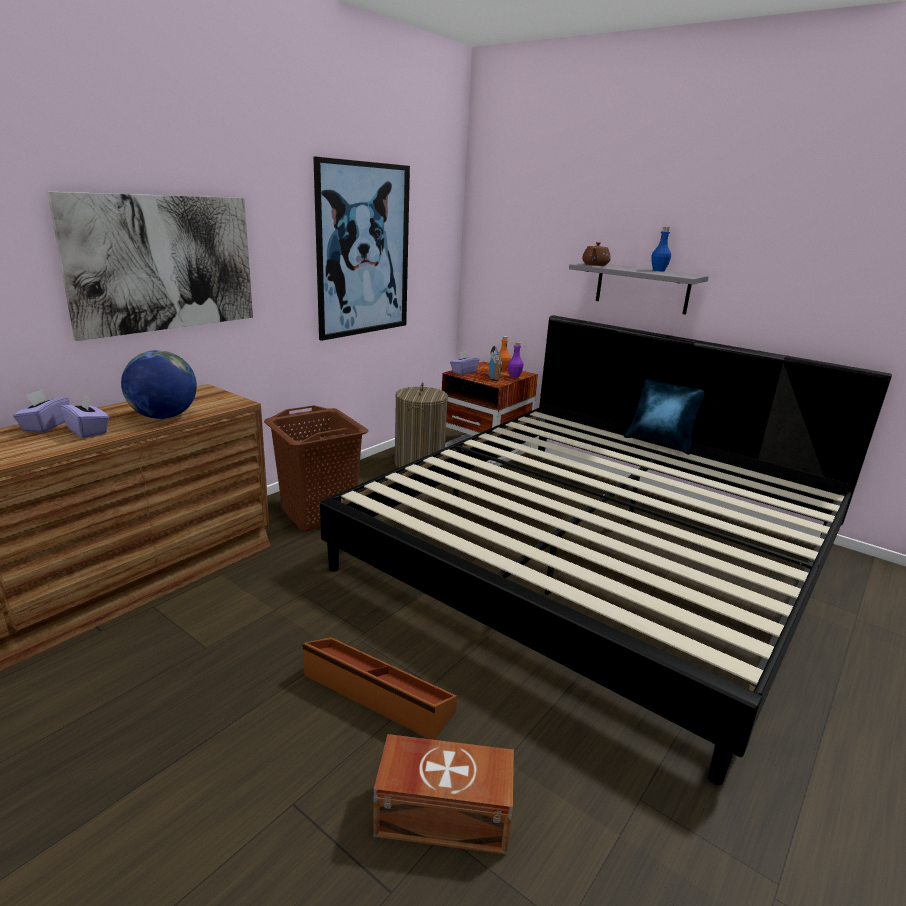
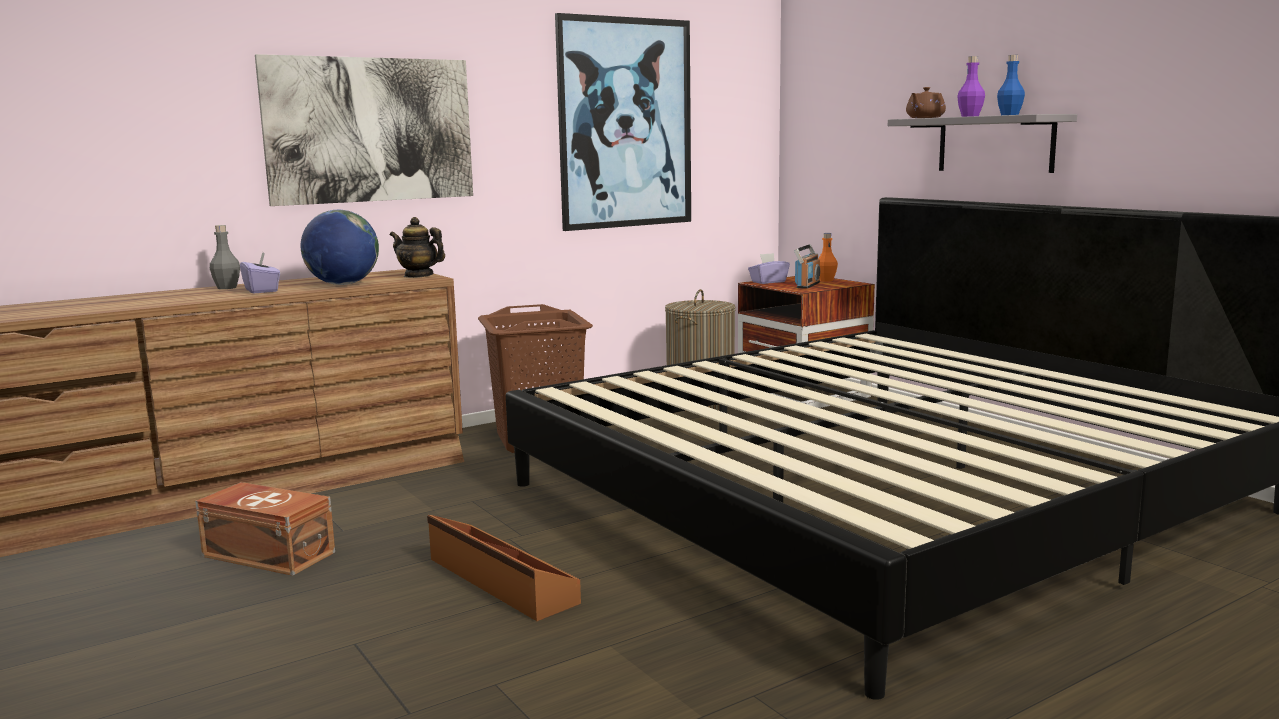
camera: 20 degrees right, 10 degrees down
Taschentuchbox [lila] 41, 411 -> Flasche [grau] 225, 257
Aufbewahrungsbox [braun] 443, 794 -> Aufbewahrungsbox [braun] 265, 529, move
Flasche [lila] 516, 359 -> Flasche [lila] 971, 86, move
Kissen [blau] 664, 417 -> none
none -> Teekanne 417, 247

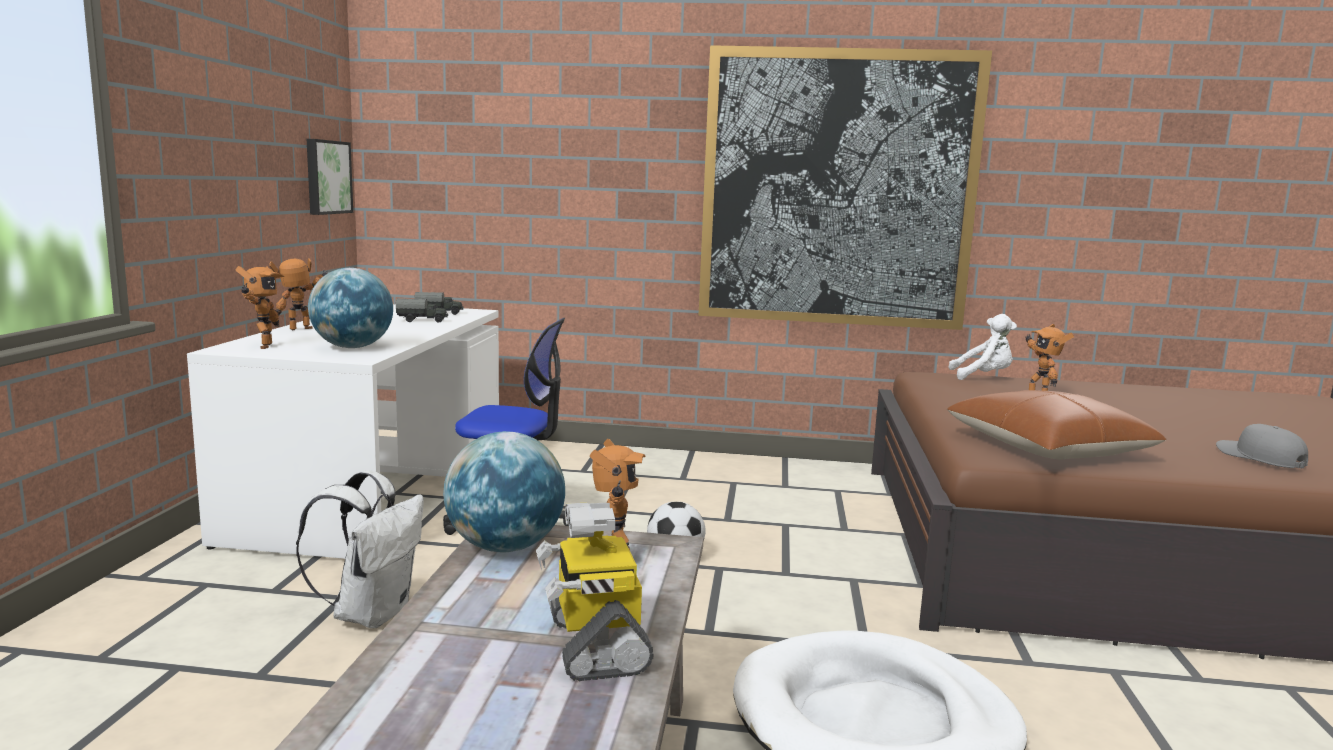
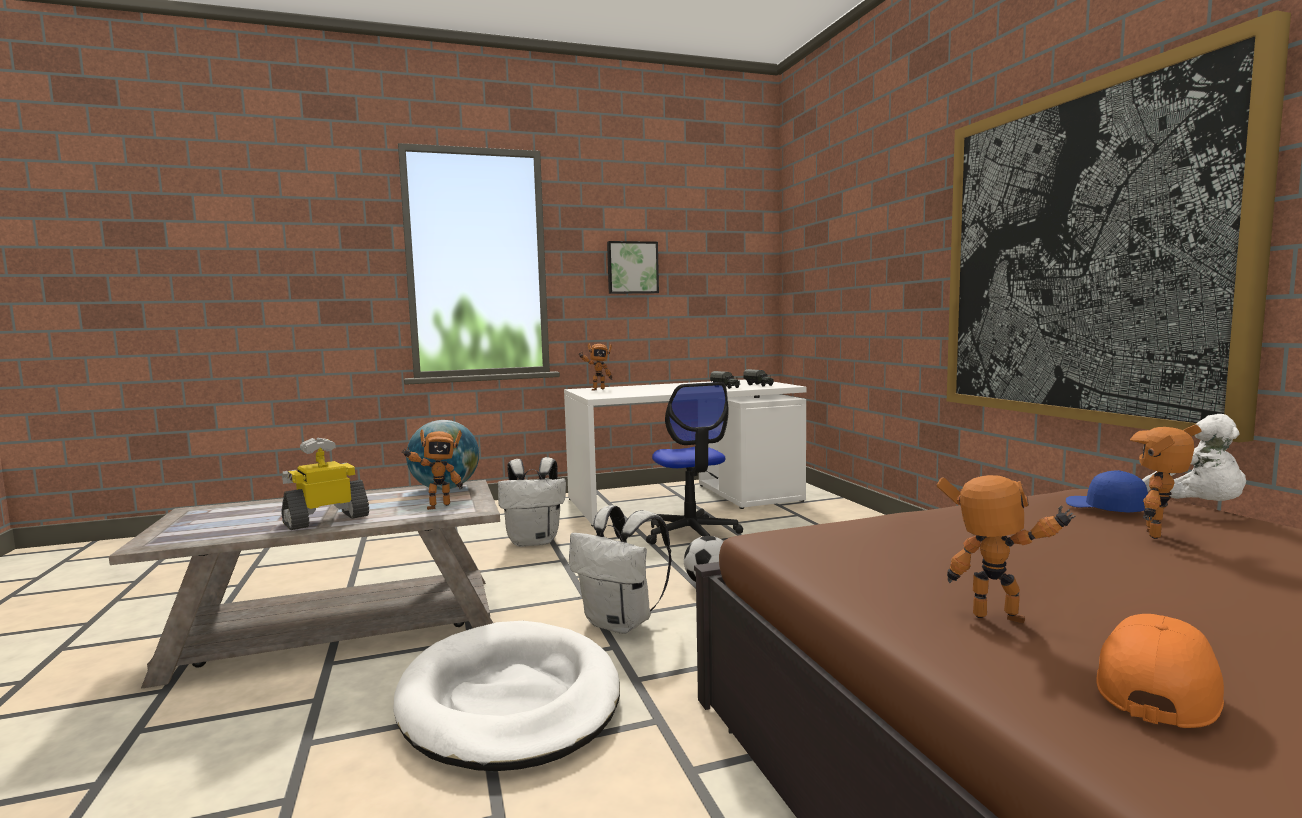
camera: 65 degrees right, 5 degrees down
Spielzeugroboter 299, 294 -> Spielzeugroboter 1006, 549, move
Bild 330, 177 -> Bild 633, 267, move
Globus 350, 308 -> none
Kissen [braun] 1056, 425 -> none
Kappe [grau] 1262, 446 -> Kappe [orange] 1160, 671
none -> Rucksack [weiß] 620, 569
none -> Kappe [blau] 1107, 491

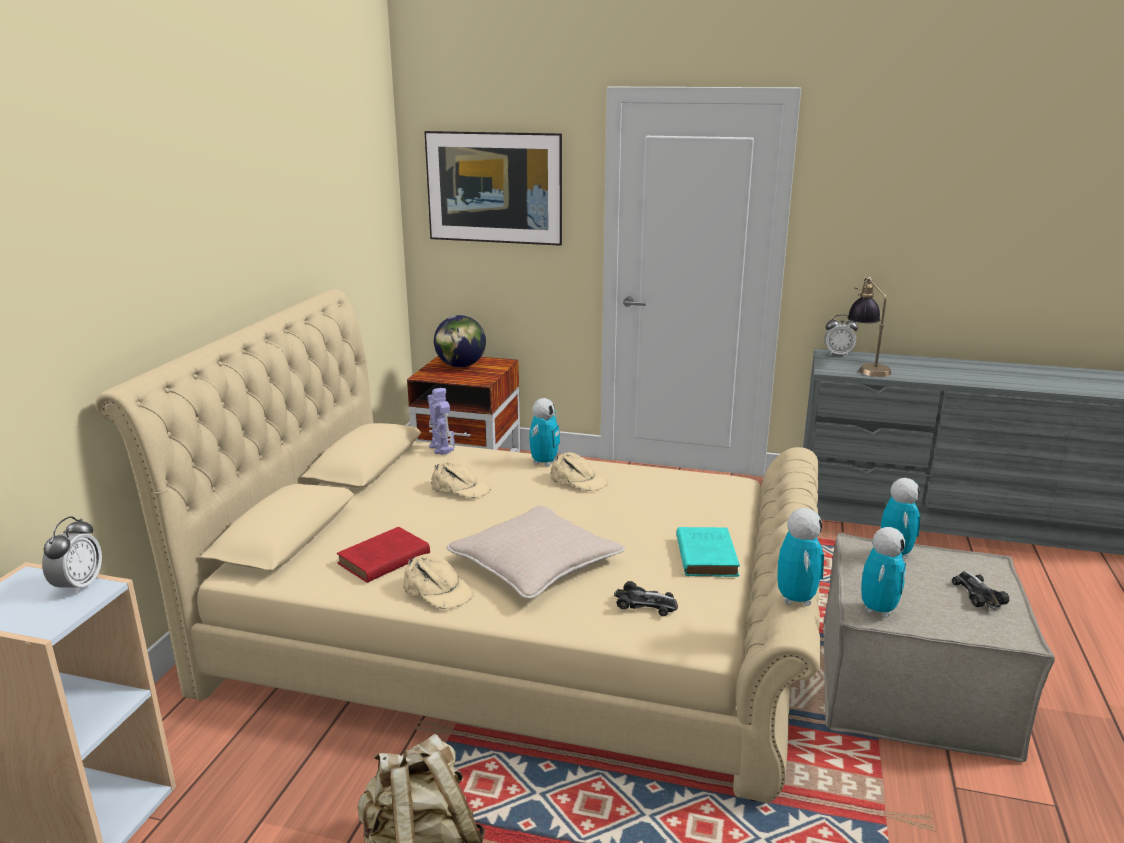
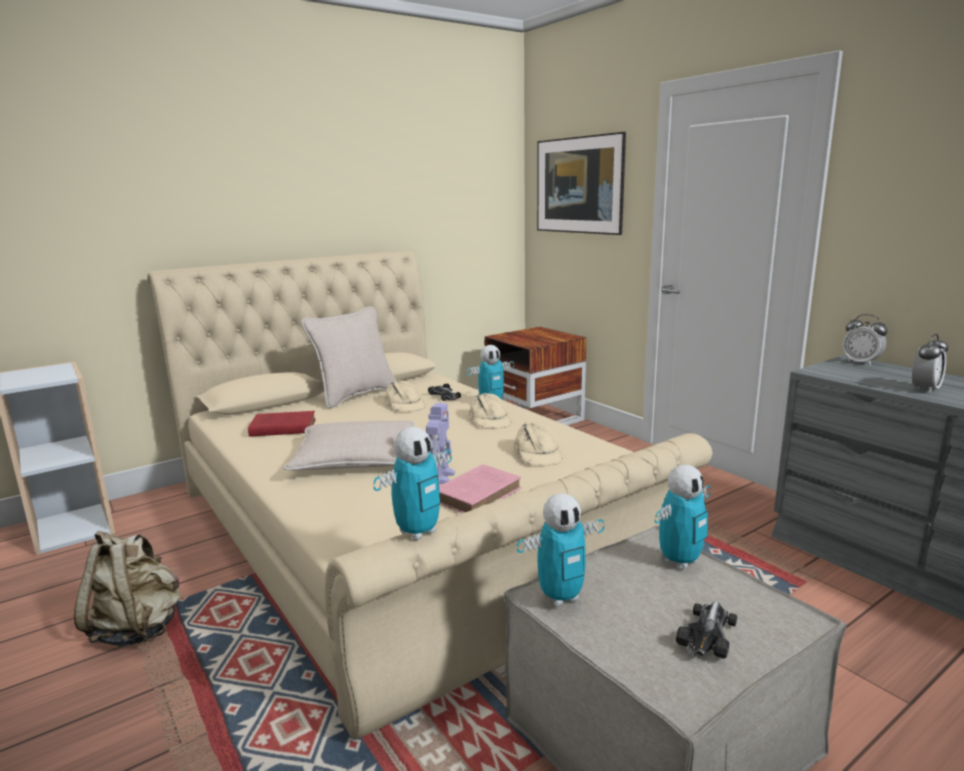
camera: 40 degrees right, 5 degrees down
Wecker 72, 555 -> Wecker 930, 363, move
Kappe [beige] 438, 581 -> Kappe [beige] 538, 444, move
Spielzeugroboter 441, 421 -> Spielzeugroboter 440, 443, move
Globus 460, 341 -> none
Spielzeugauto 646, 598 -> Spielzeugauto 444, 392, move
Buch [türkis] 708, 552 -> Buch [rosa] 480, 488
Tischlampe 869, 327 -> none
none -> Kissen [beige] 348, 357

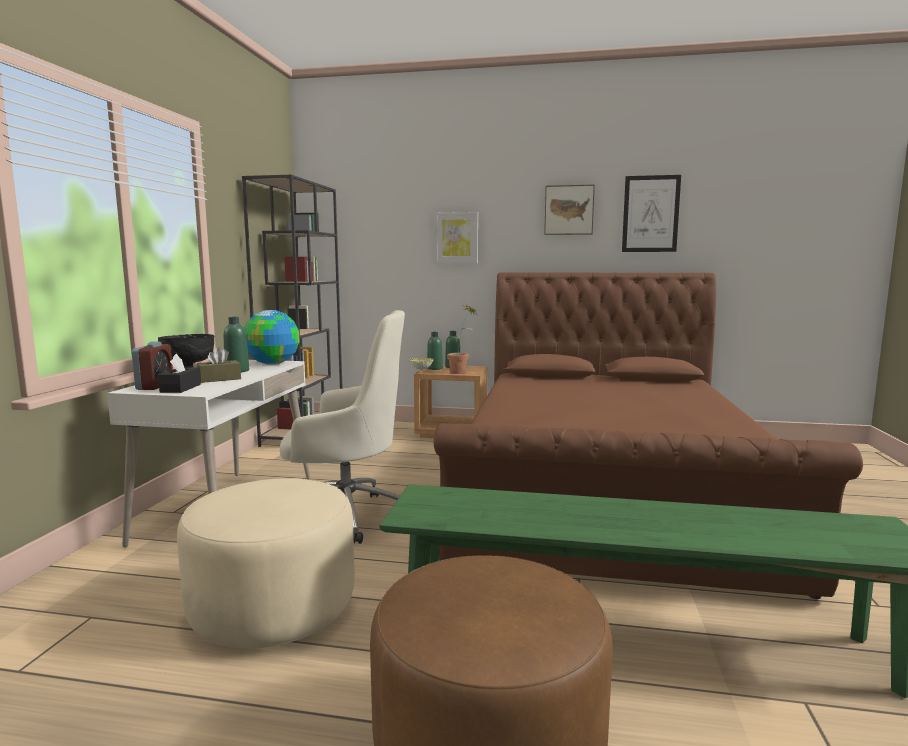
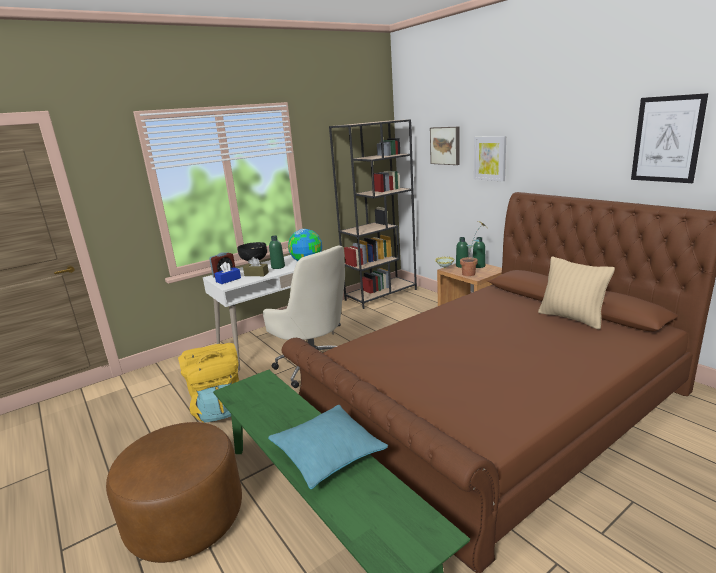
camera: 45 degrees right, 10 degrees up
Taschentuchbox [schwarz] 179, 373 -> Taschentuchbox [blau] 227, 273
Polsterhocker [beige] 266, 563 -> Rucksack [gelb] 209, 383
Bild 569, 209 -> Bild 445, 146, move
none -> Kissen [türkis] 328, 447
none -> Kissen [beige] 576, 293

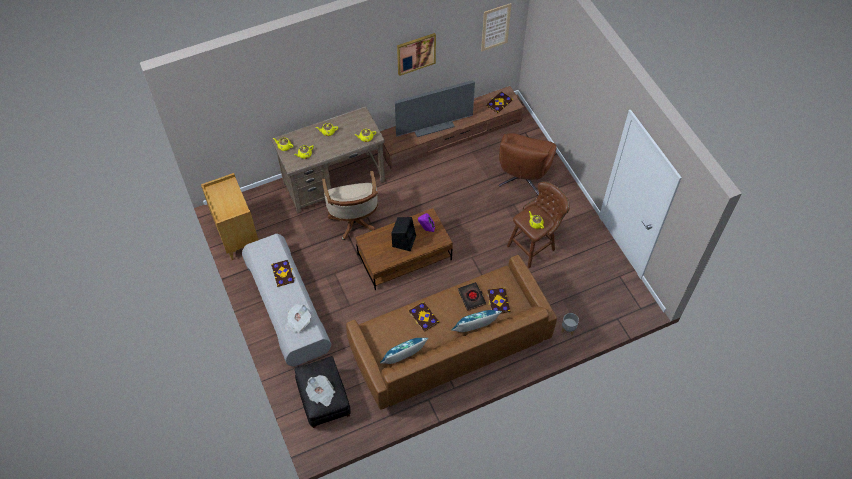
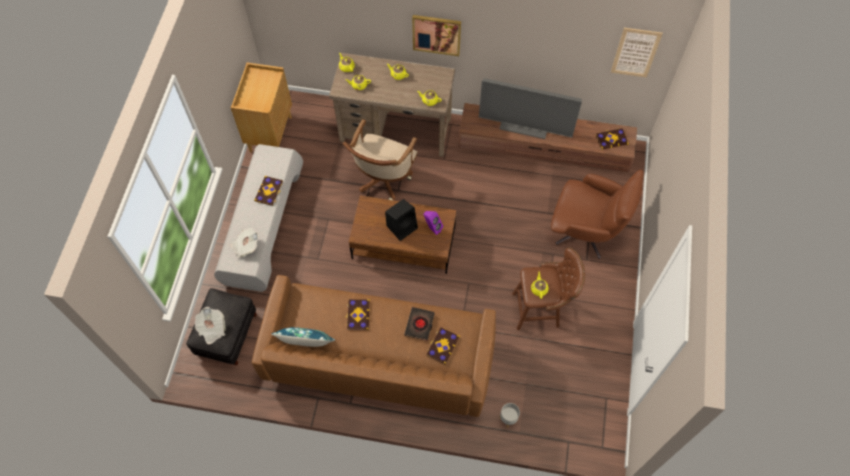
camera: 35 degrees right, 5 degrees up
Bild 416, 54 -> Bild 436, 35, move
Kissen [blau] 476, 321 -> none
Sessel [braun] 528, 164 -> Sessel [braun] 597, 214, 120 degrees counterclockwise

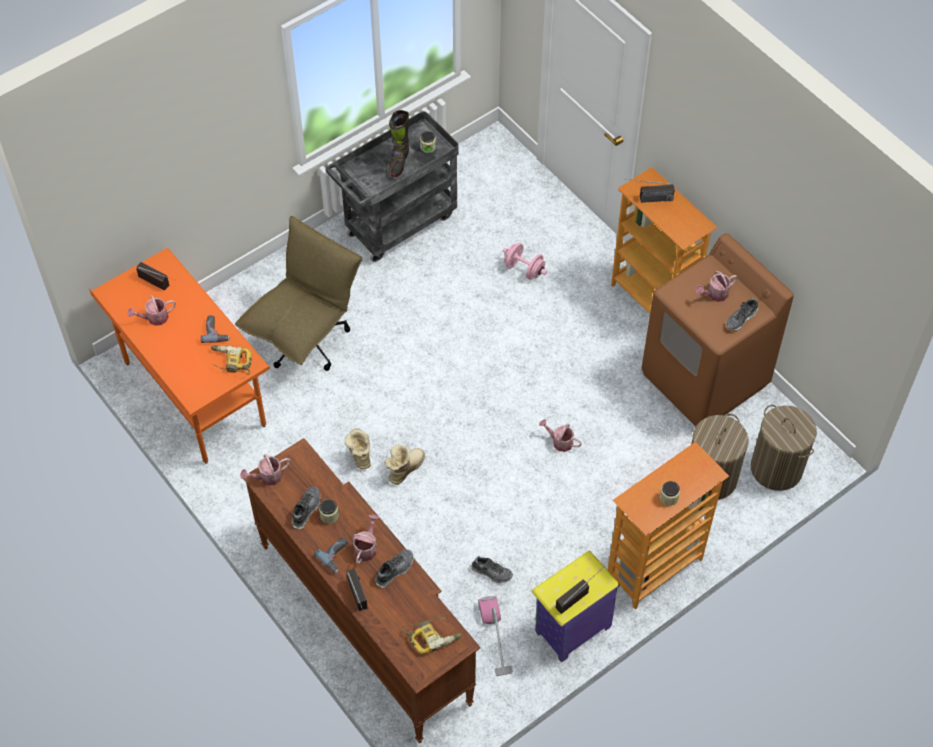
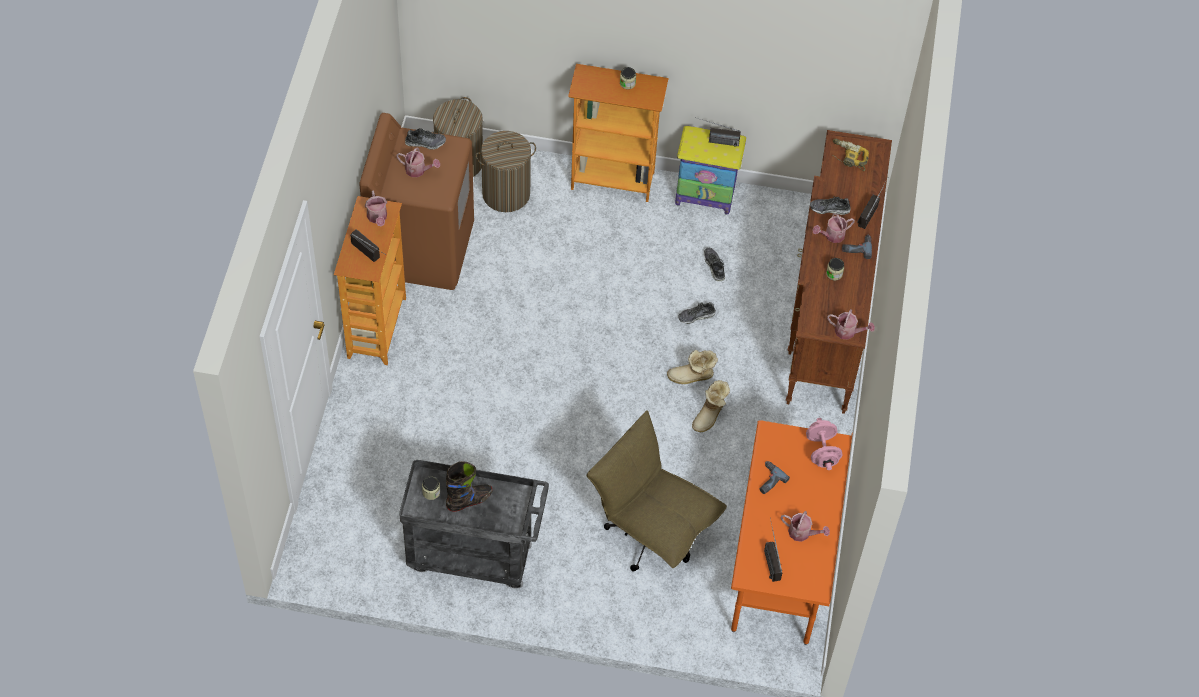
camera: 135 degrees left, 0 degrees up
Bohrmaschine 231, 360 -> none
Bürostuhl [beige] 298, 293 -> Bürostuhl [beige] 657, 491, 45 degrees clockwise
Schuh 306, 507 -> Schuh 697, 313, move
Staubsauger 495, 636 -> none
Hantel [rosa] 525, 261 -> Hantel [rosa] 824, 444, move
Gießkanne 560, 435 -> Gießkanne 376, 208, move

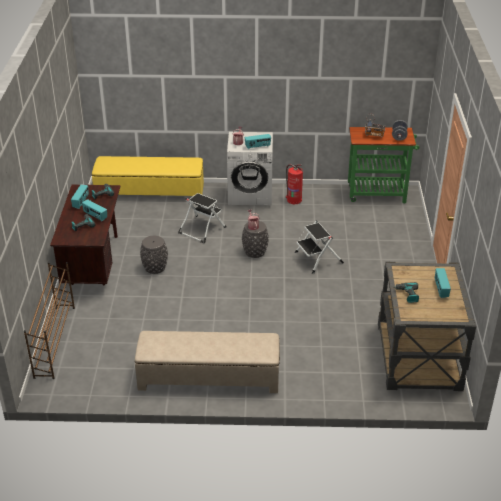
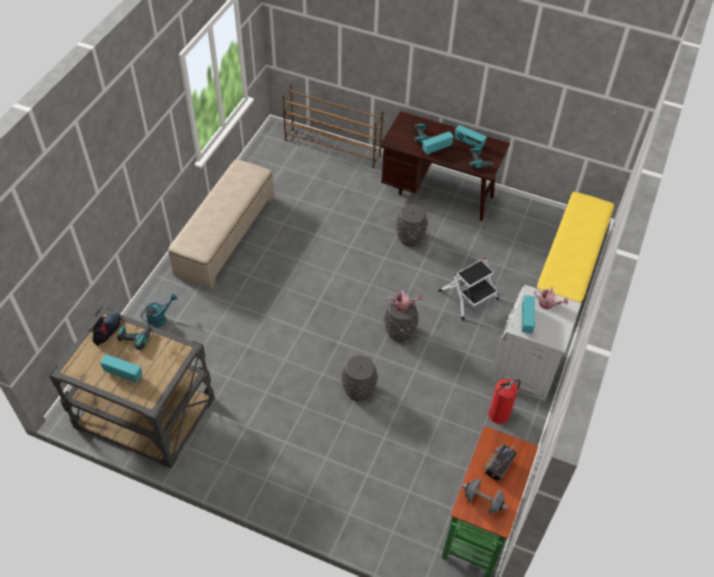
camera: 110 degrees right, 15 degrees up
Trittleiter 319, 247 -> Hocker [grau] 359, 378
none -> Stiefel 104, 329
none -> Gießkanne [türkis] 159, 311

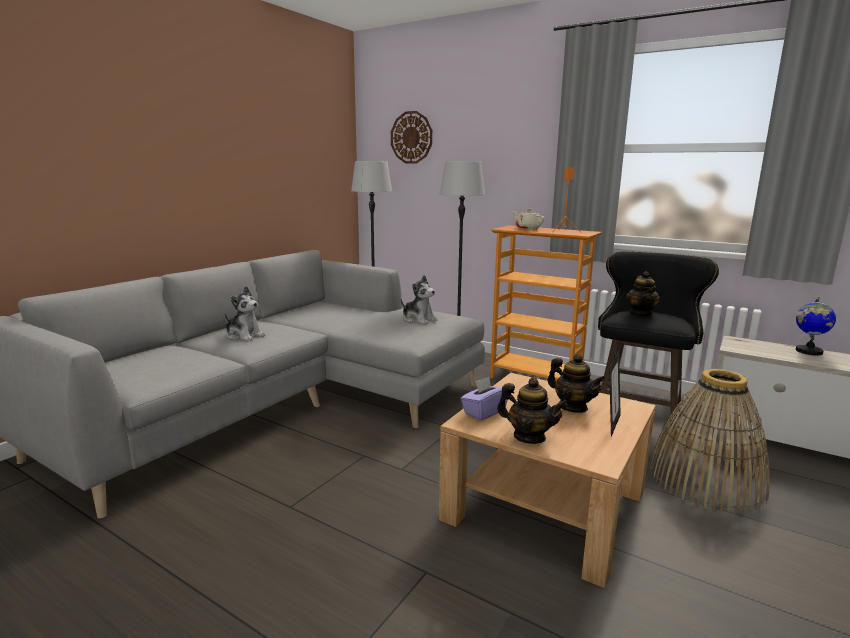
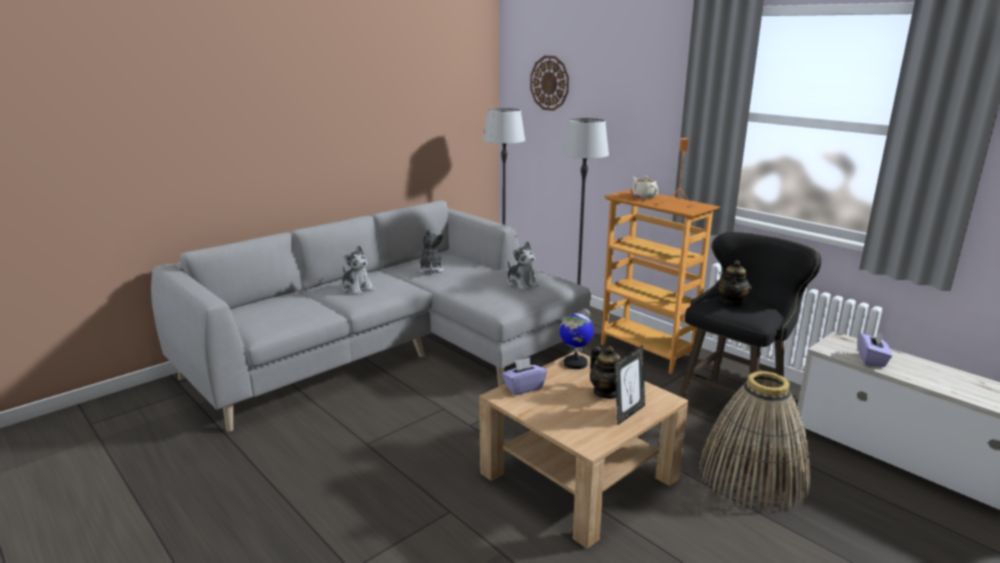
camera: 15 degrees right, 5 degrees up
Teekanne 532, 411 -> none
Globus 816, 326 -> Globus 576, 339, move
none -> Plüschtier 431, 251
none -> Taschentuchbox [lila] 875, 349

